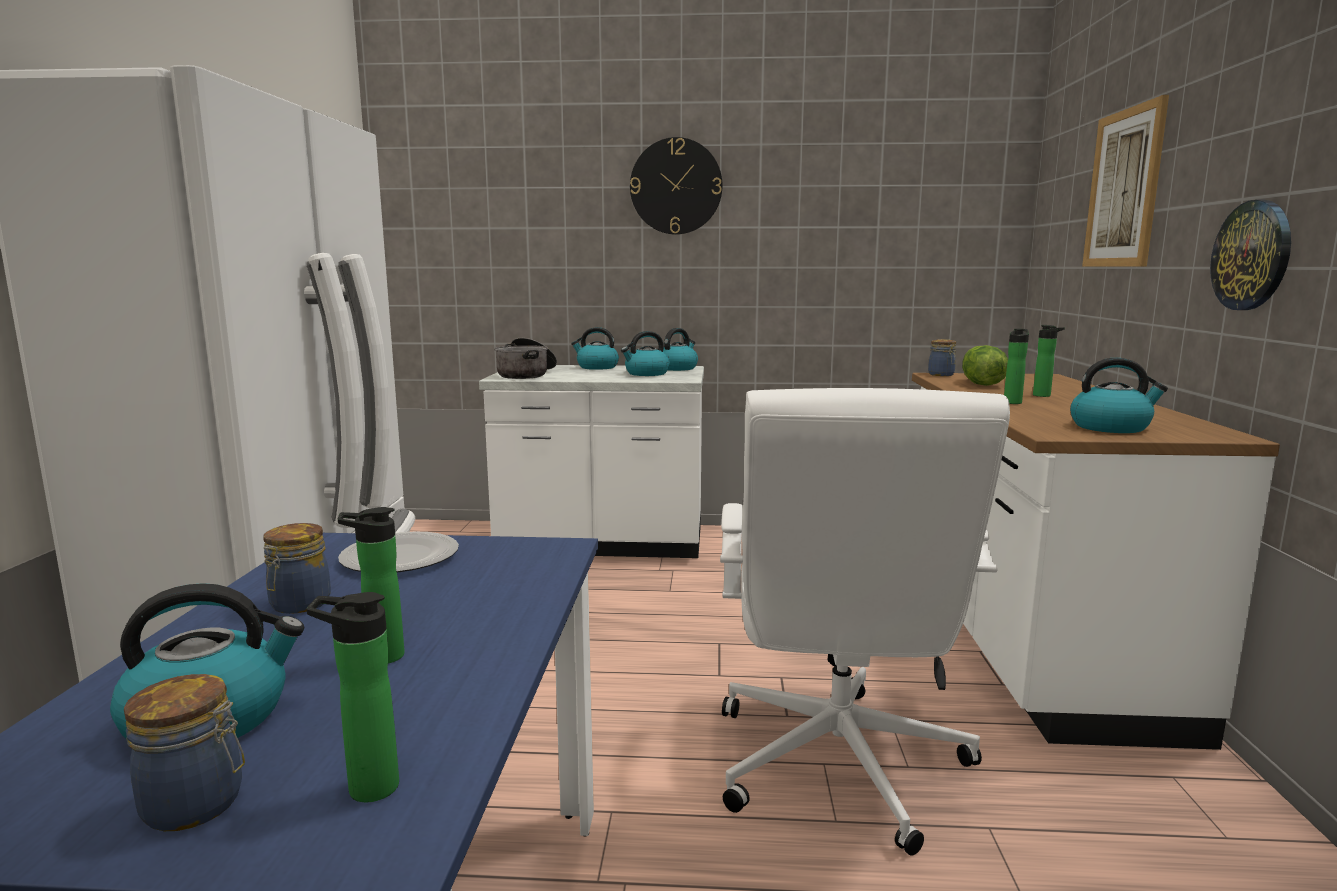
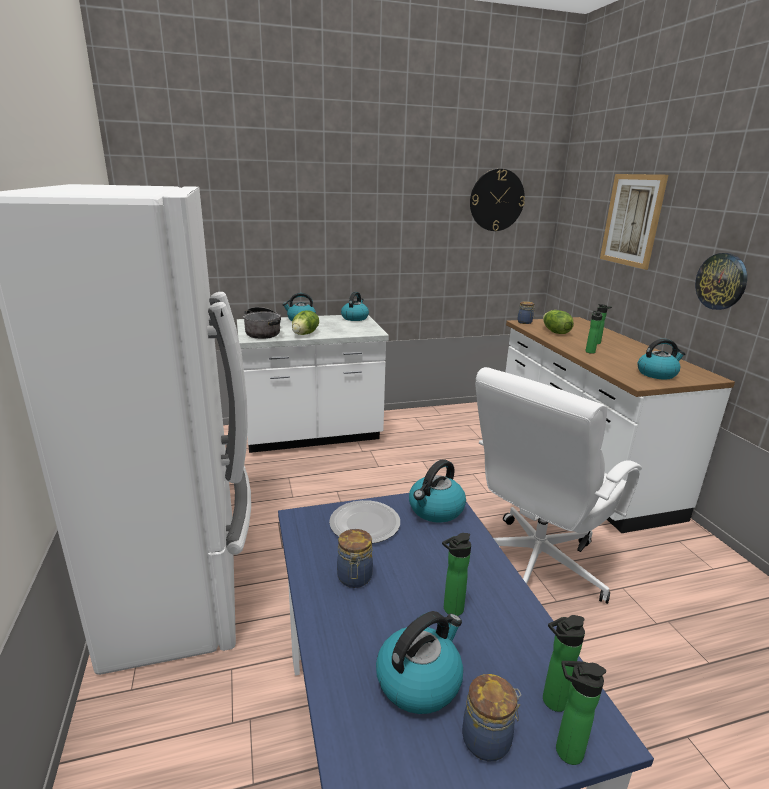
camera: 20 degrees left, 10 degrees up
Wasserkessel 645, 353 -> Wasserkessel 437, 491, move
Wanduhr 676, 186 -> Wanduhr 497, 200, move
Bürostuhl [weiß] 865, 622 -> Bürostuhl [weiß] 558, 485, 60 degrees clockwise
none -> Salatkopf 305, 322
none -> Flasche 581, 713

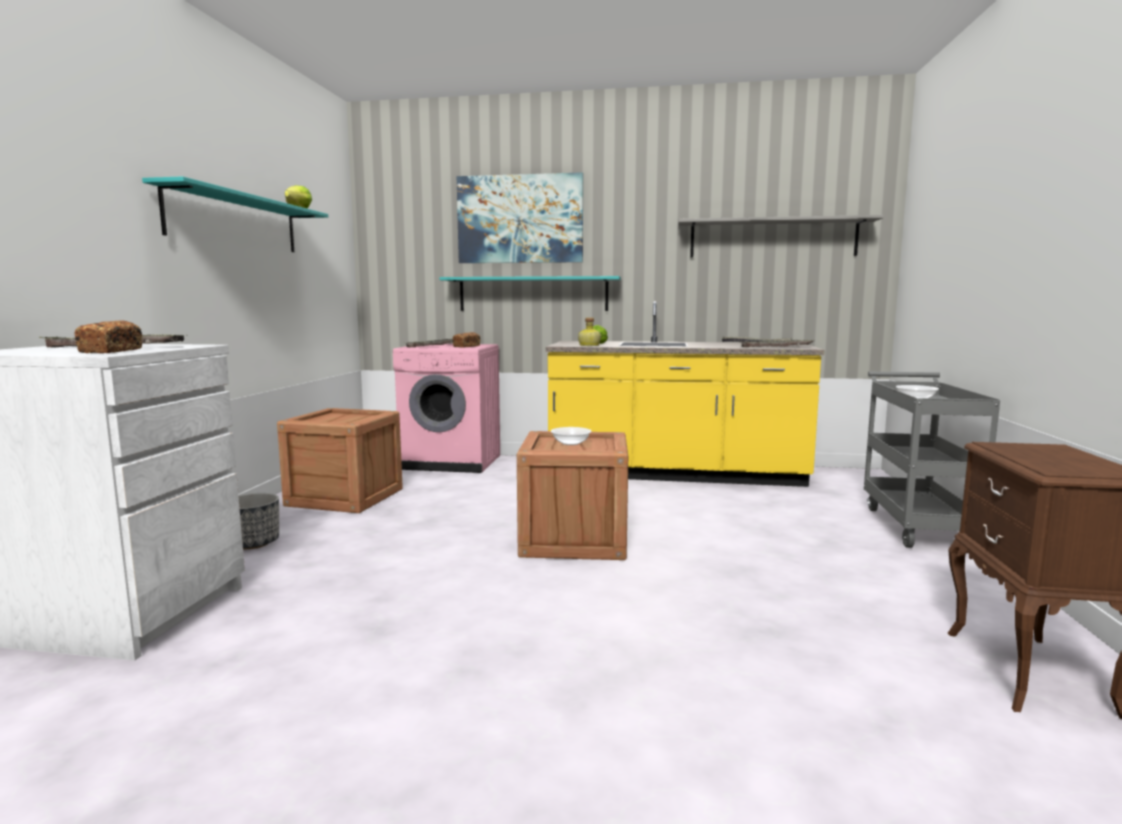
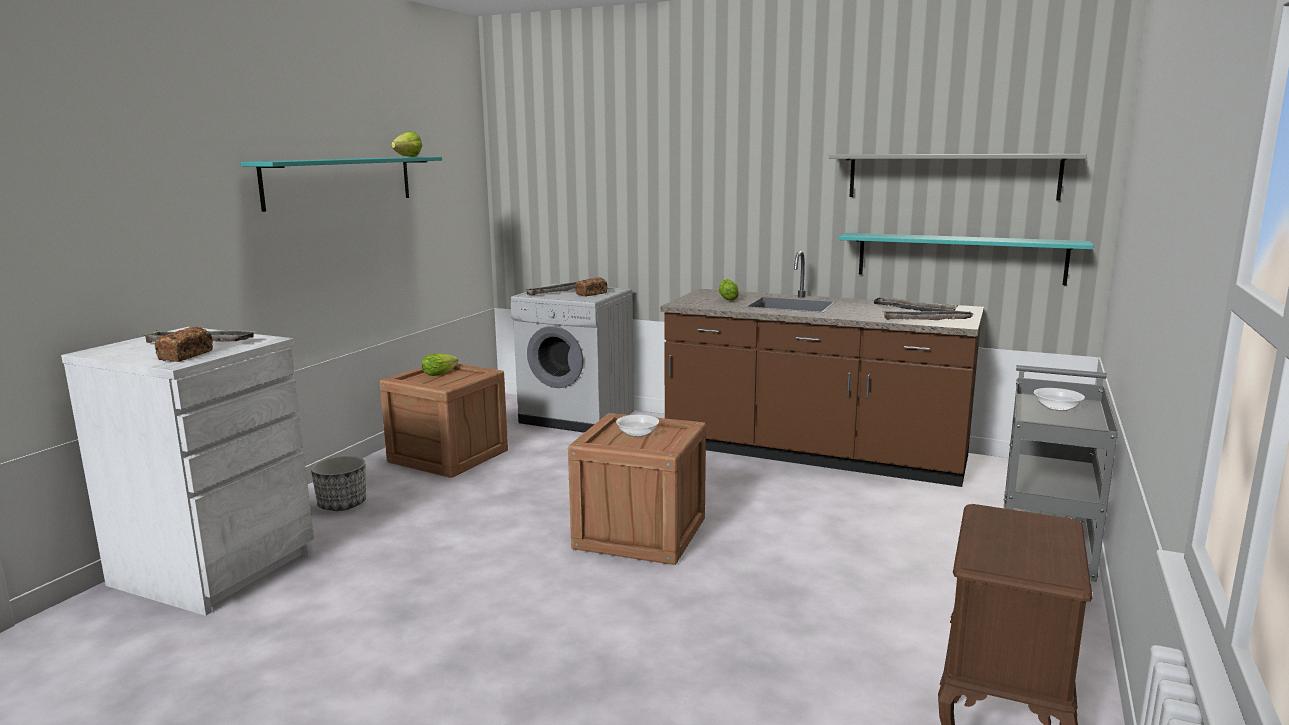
camera: 15 degrees right, 5 degrees up
Waschmaschine [rosa] 446, 408 -> Waschmaschine [weiß] 572, 358
Wandregal [türkis] 530, 293 -> Wandregal [türkis] 966, 259, move
Bild 520, 217 -> none
Küchenzeile [gelb] 685, 394 -> Küchenzeile [braun] 822, 369
Flasche 589, 331 -> none
none -> Salatkopf 439, 364

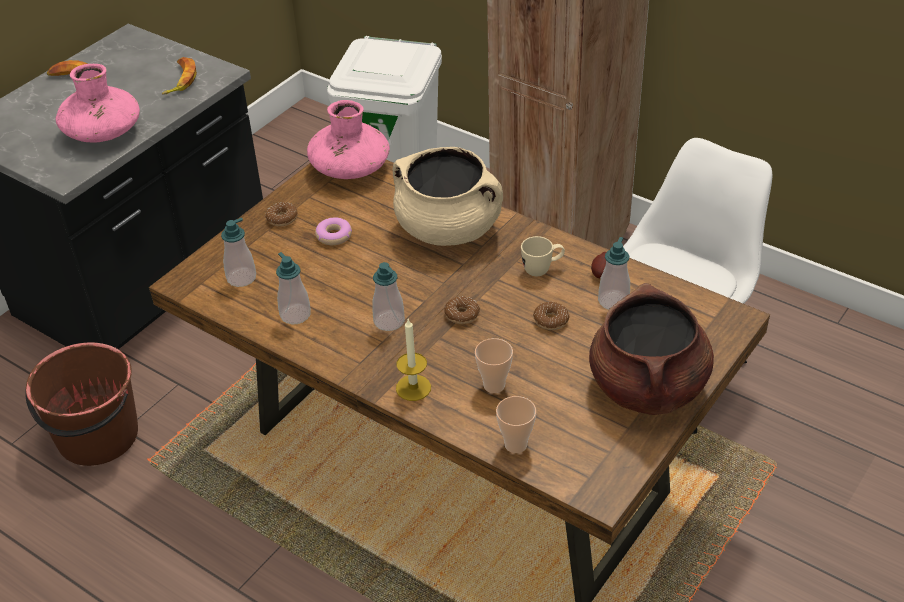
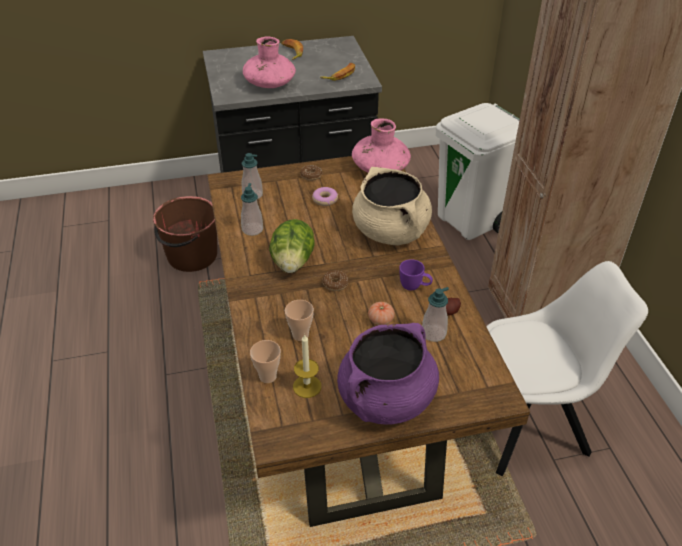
camera: 40 degrees right, 0 degrees up
Seifenspender 388, 296 -> Salatkopf 292, 246
Kerze 413, 359 -> Kerze 307, 366, move
Henkelbecher [beige] 543, 256 -> Henkelbecher [lila] 416, 275
Donut 551, 316 -> Tomate 381, 313
Kochtopf [braun] 651, 349 -> Kochtopf [lila] 388, 373

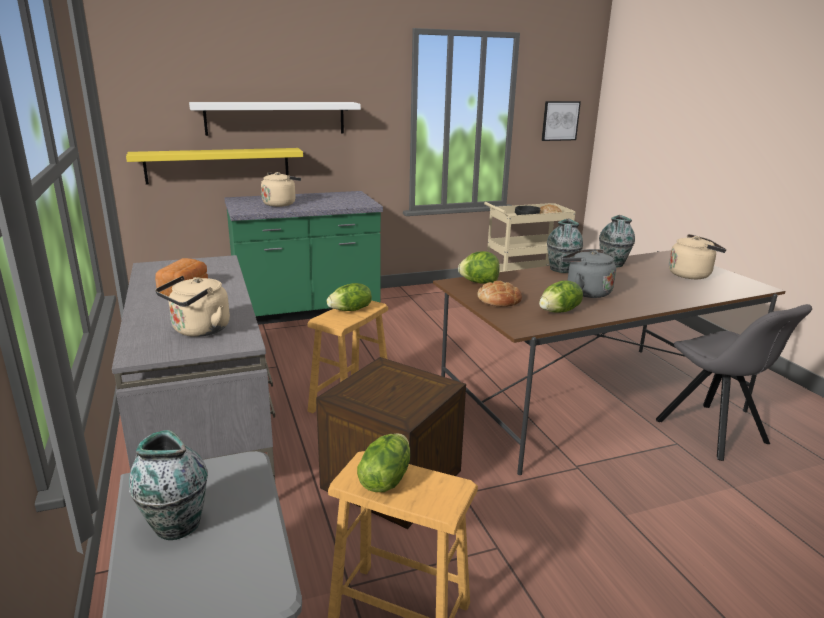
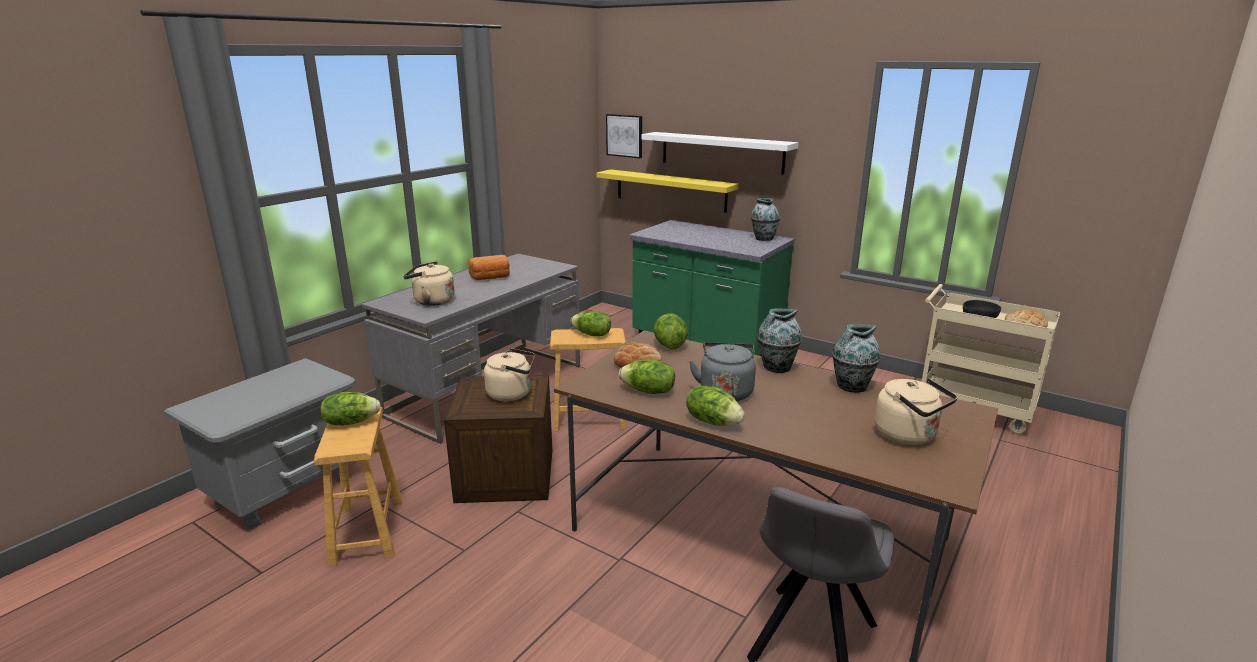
camera: 55 degrees right, 0 degrees up
Vase 168, 485 -> Vase 765, 219, move
Wasserkessel [beige] 281, 189 -> Wasserkessel [beige] 509, 374, move
Bild 561, 121 -> Bild 624, 136, move
none -> Salatkopf 715, 405

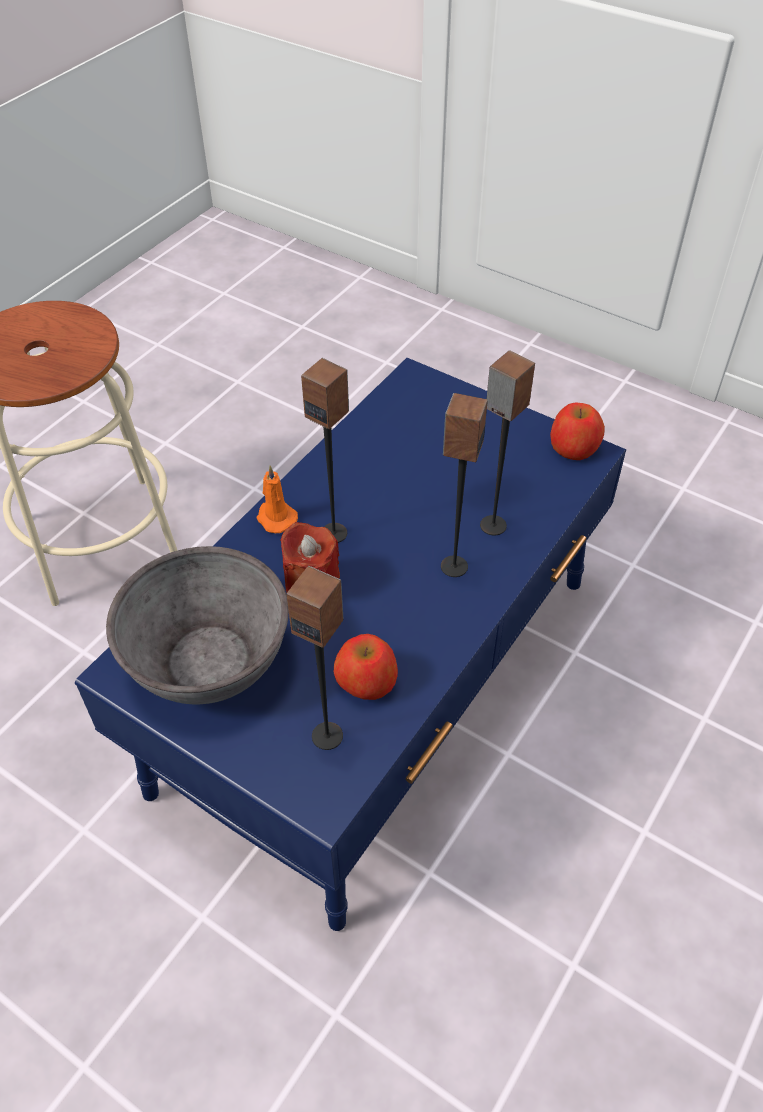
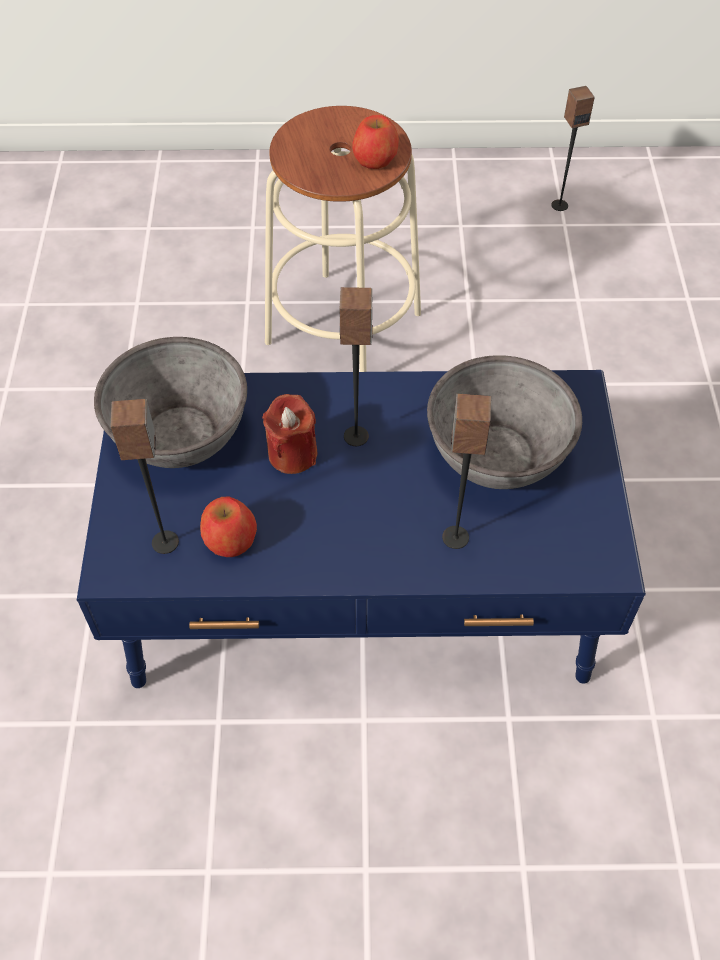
camera: 55 degrees right, 5 degrees up
Kerze [orange] 277, 499 -> none
Lautsprecher 464, 485 -> Lautsprecher 573, 148, move
Apfel 577, 431 -> Apfel 375, 142, move
none -> Schüssel [grau] 504, 422

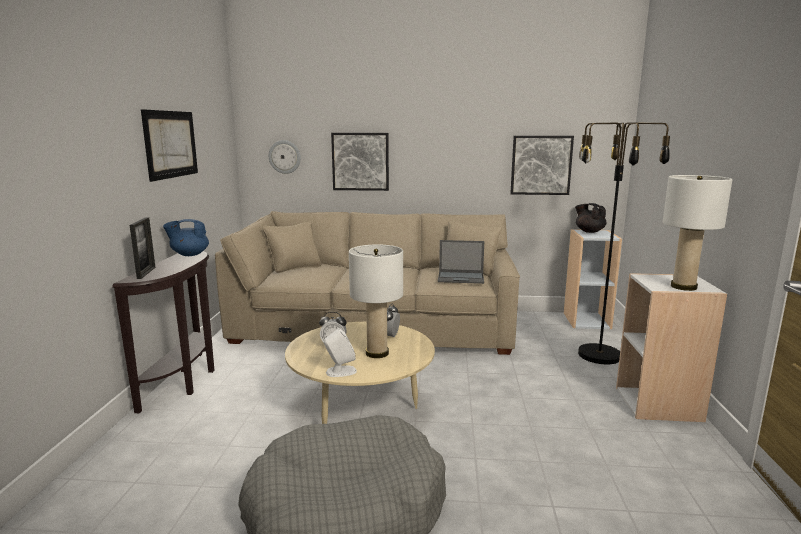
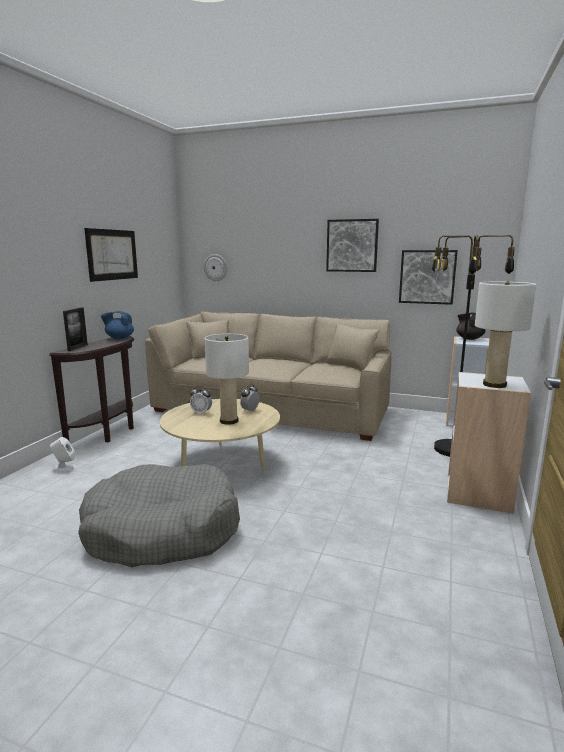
camera: 15 degrees right, 0 degrees up
Lautsprecher [weiß] 340, 352 -> Lautsprecher [weiß] 63, 454, move
Bild 360, 162 -> Bild 352, 245, move
Laptop 461, 262 -> none

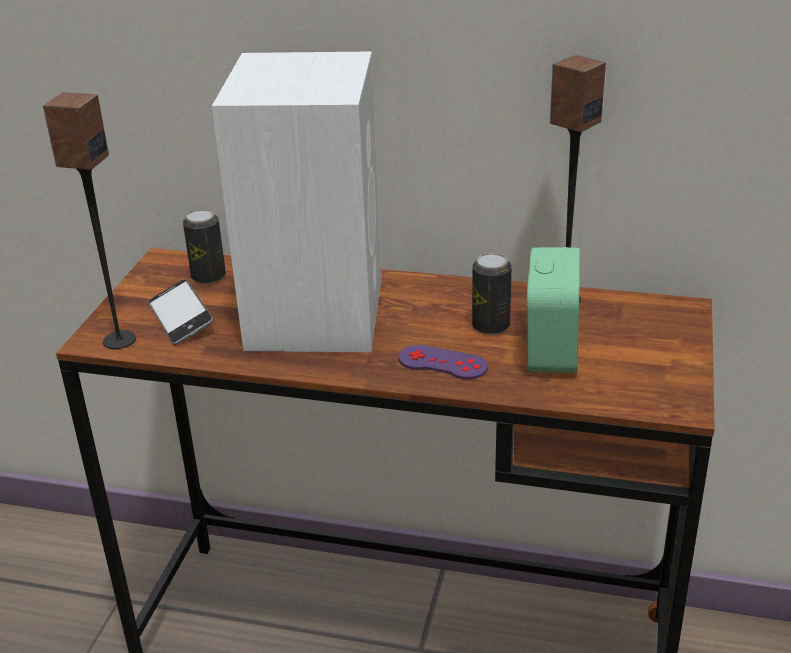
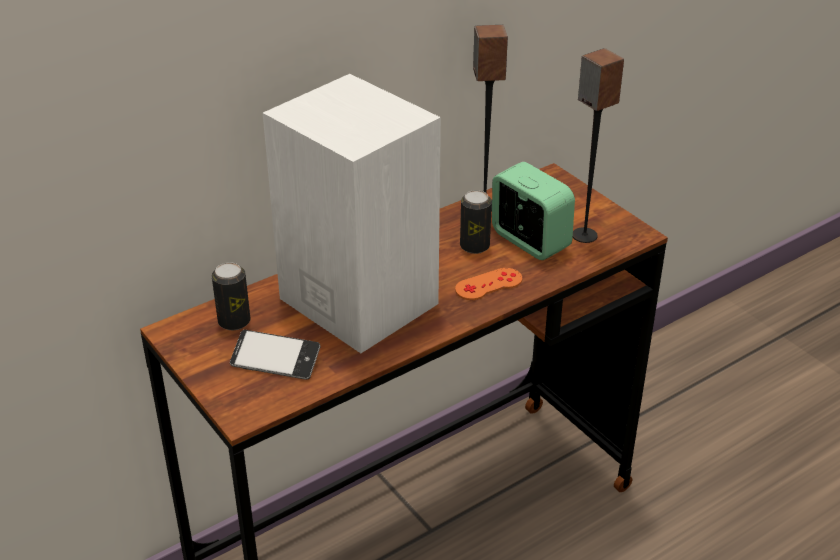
camera: 50 degrees left, 5 degrees up
Lautsprecher 89, 220 -> Lautsprecher 598, 145, move
Gamepad [lila] 443, 362 -> Gamepad [orange] 488, 284

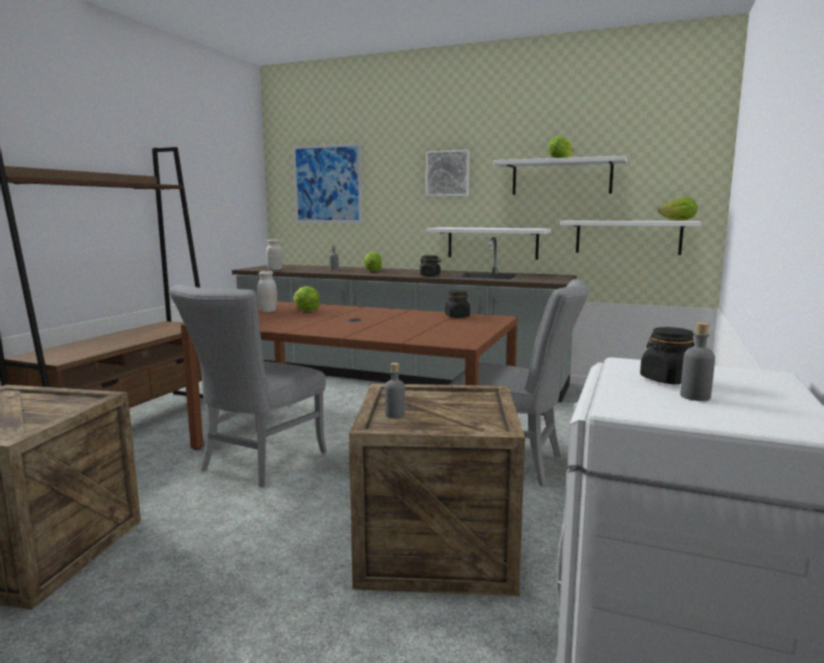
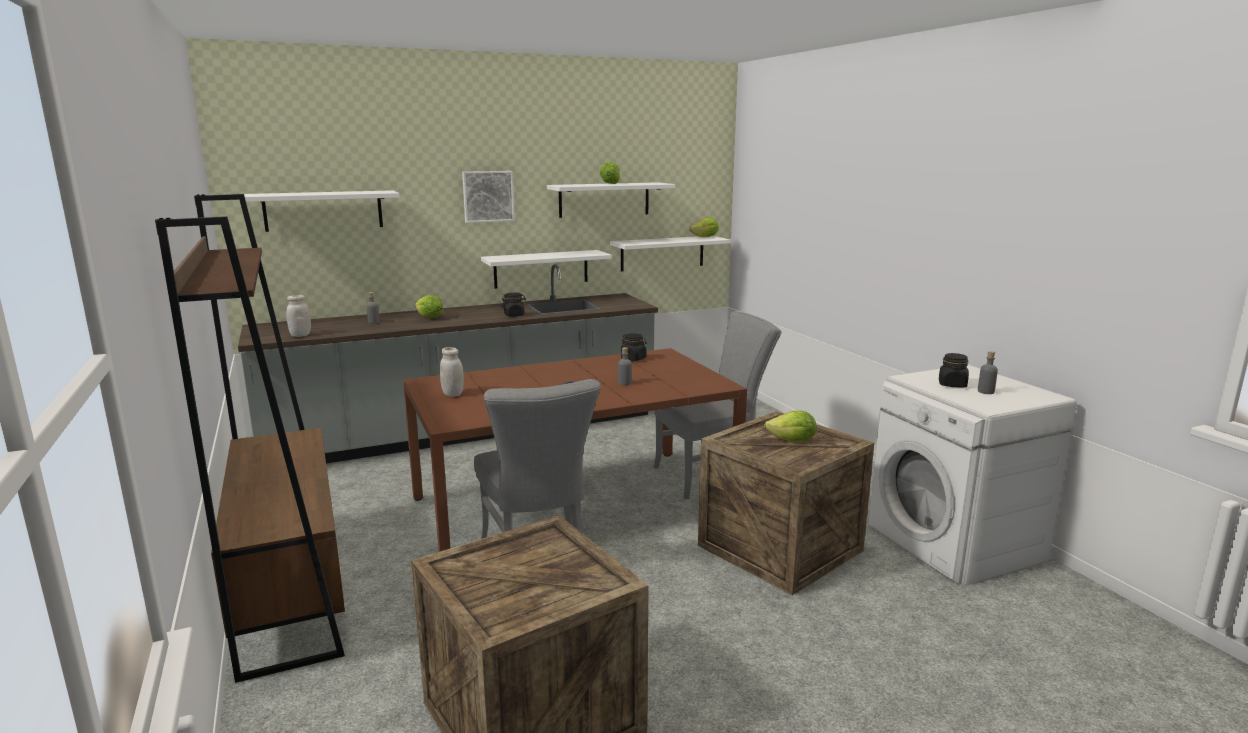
camera: 45 degrees left, 5 degrees up
Bild 327, 183 -> Wandregal [weiß] 321, 211
Salatkopf 306, 298 -> Salatkopf 790, 426, move
Flasche [grau] 395, 390 -> Flasche [grau] 625, 366, move

